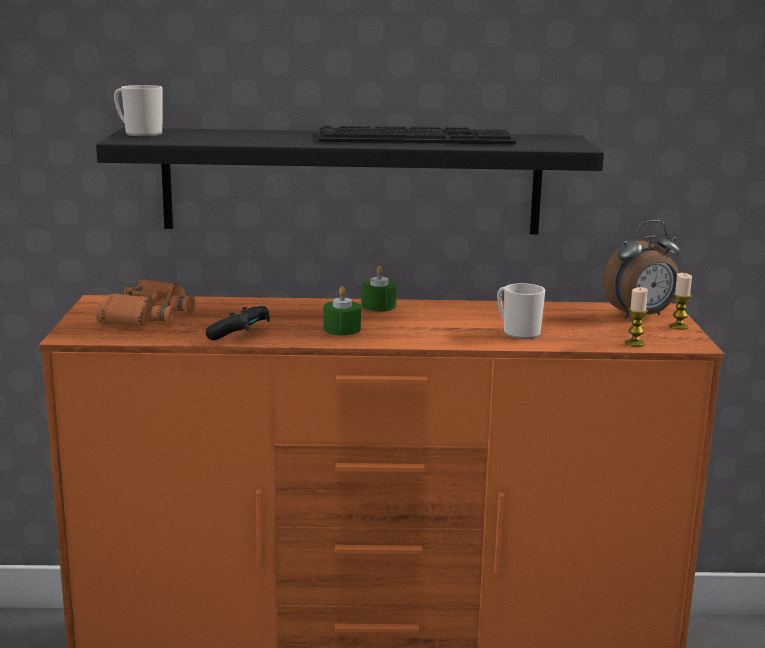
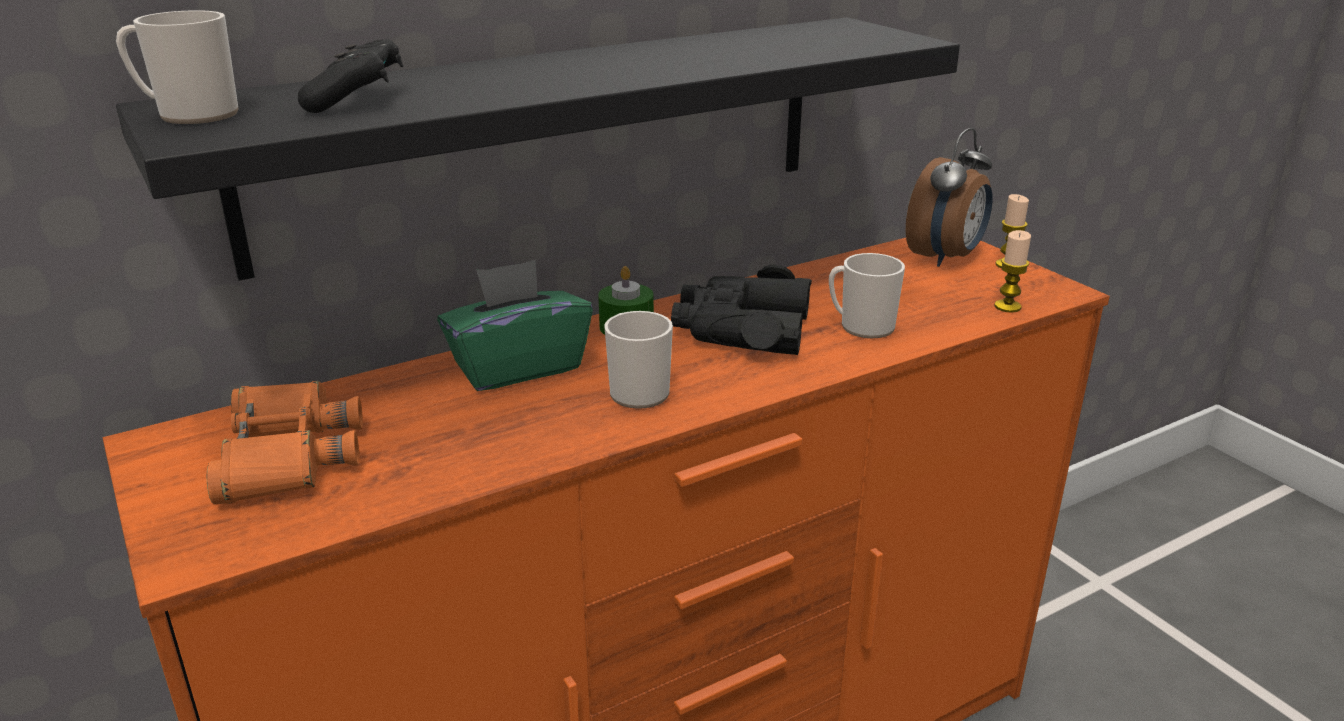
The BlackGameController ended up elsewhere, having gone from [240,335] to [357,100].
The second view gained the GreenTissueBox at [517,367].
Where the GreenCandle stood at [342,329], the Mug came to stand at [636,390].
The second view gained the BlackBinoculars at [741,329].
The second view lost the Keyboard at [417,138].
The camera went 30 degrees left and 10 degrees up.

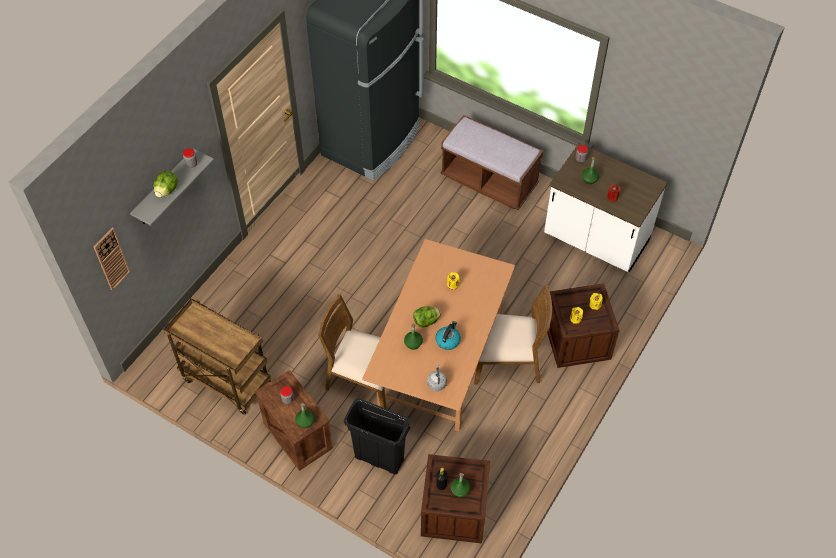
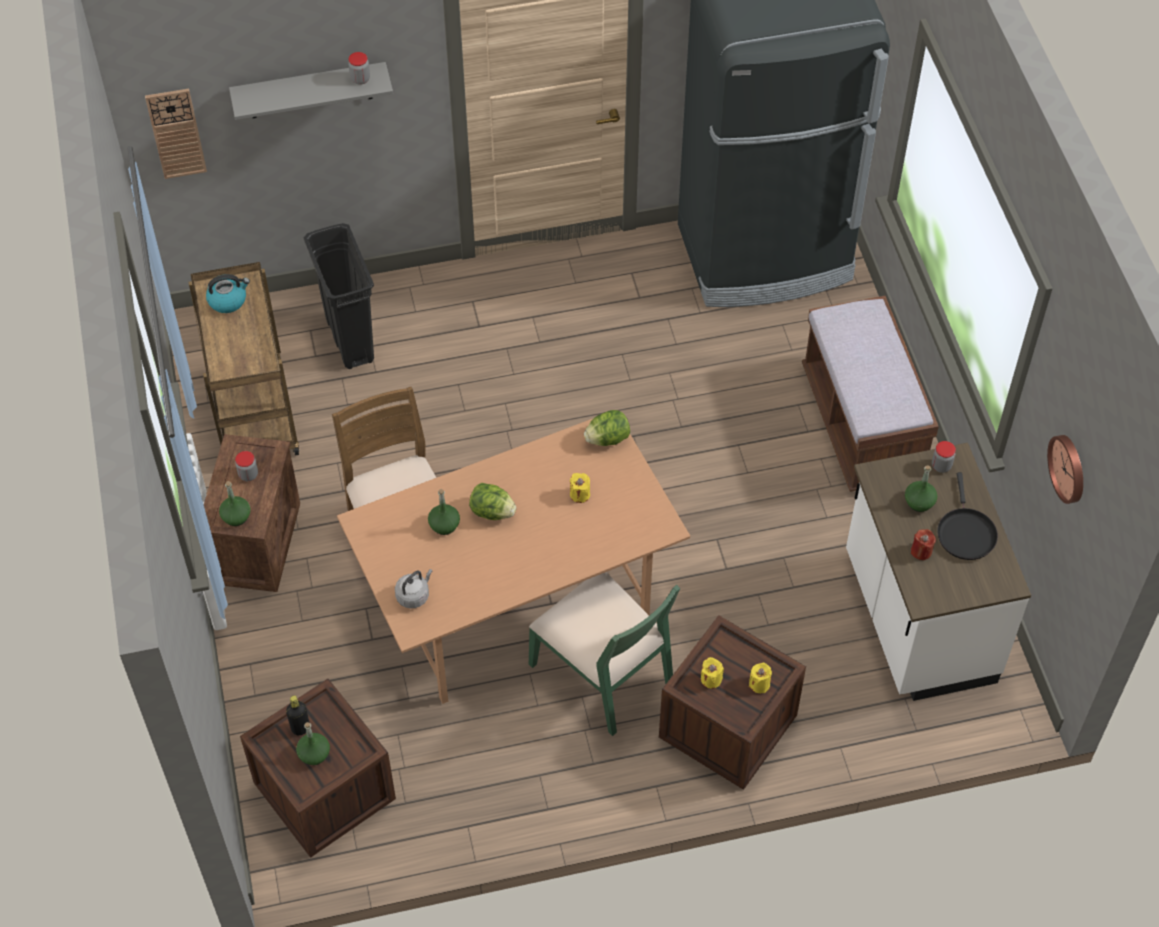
The Kettle ended up elsewhere, having gone from [448,340] to [228,300].
The BlackTrashCan ended up elsewhere, having gone from [379,458] to [349,340].
What was the BrownChair at [507,361] turned into the GreenChair at [603,673].
The Lettuce ended up elsewhere, having gone from [167,190] to [608,439].
The second view gained the BlackFryingPan at [965,532].
The second view gained the WallClock at [1069,468].
The camera went 45 degrees right and 0 degrees up.

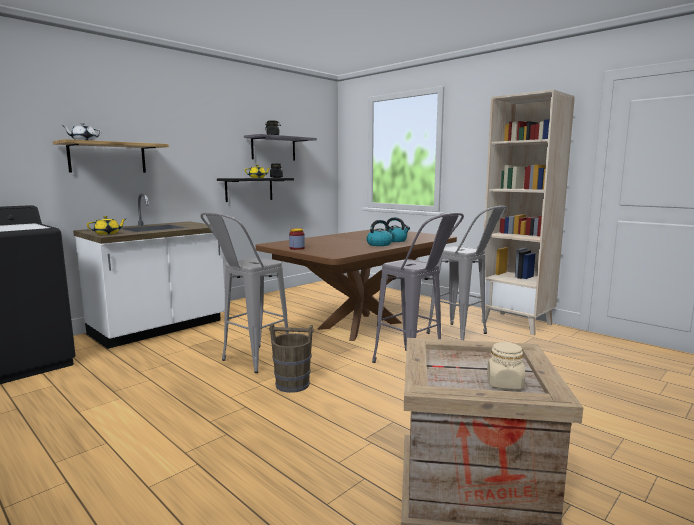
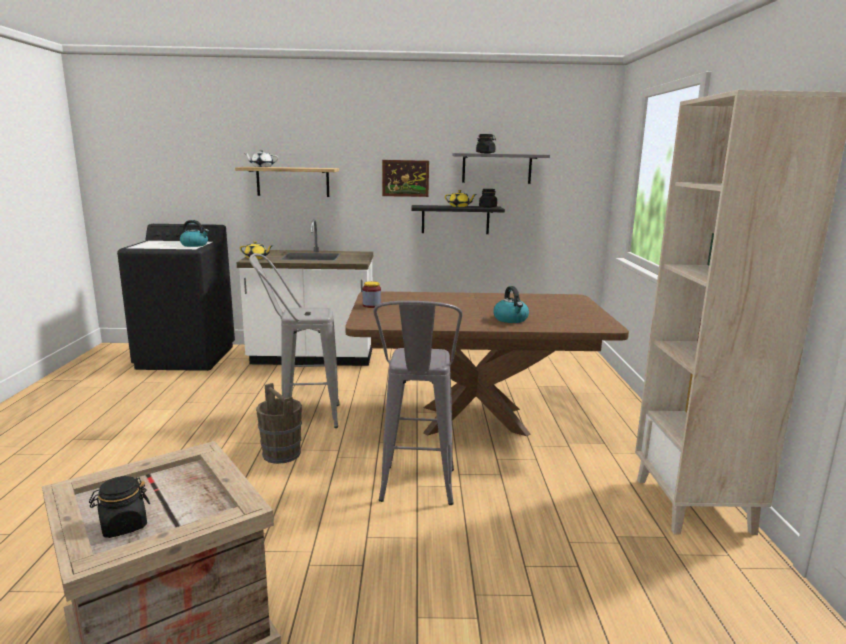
What was the BeigeJar at [505,384] turned into the BlackJar at [123,526].
The Kettle ended up elsewhere, having gone from [379,244] to [195,245].
The second view gained the Picture at [405,178].
The second view lost the GreyStool at [464,336].
The camera went 45 degrees right and 5 degrees up.

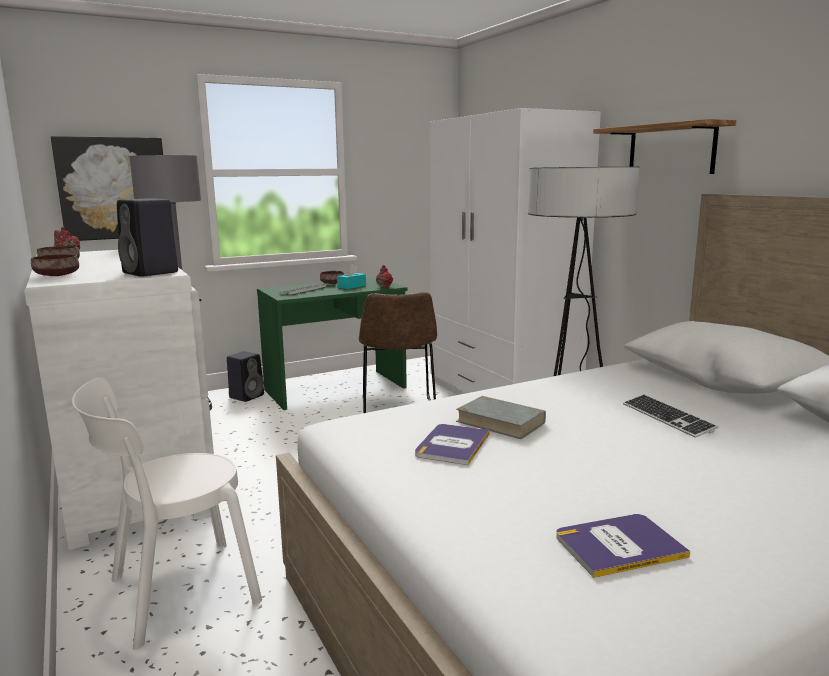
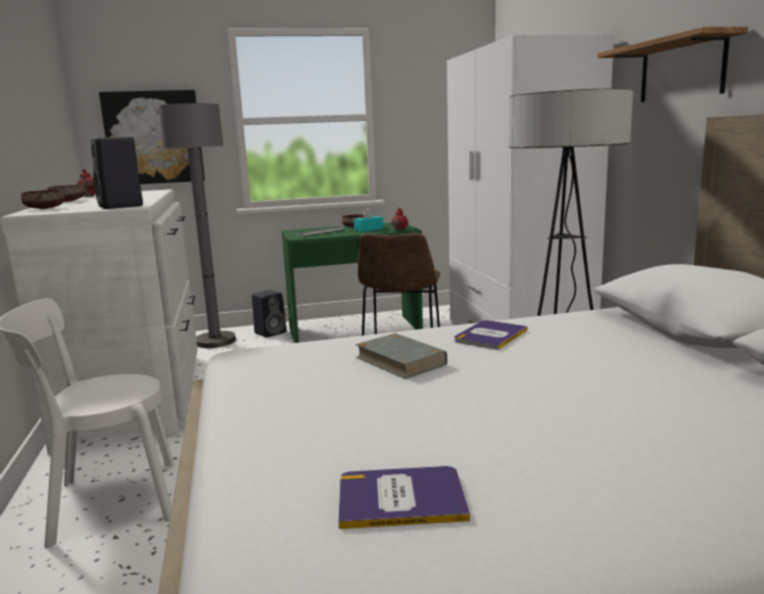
The Book ended up elsewhere, having gone from [452,445] to [490,336].
The second view lost the Keyboard at [667,418].
The camera went 15 degrees right and 0 degrees up.

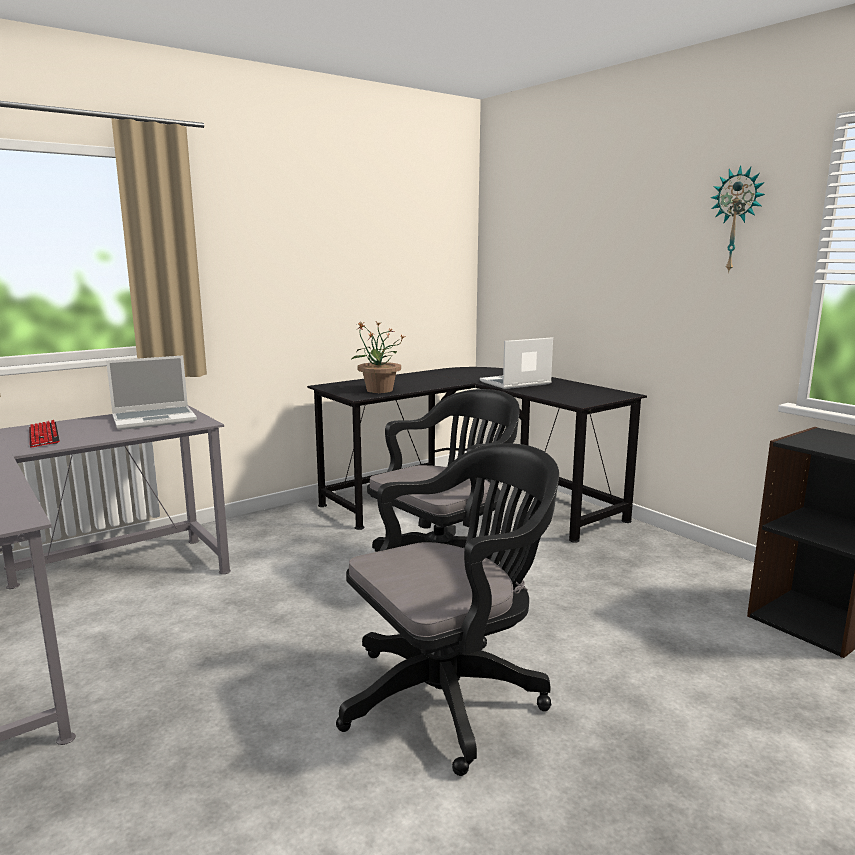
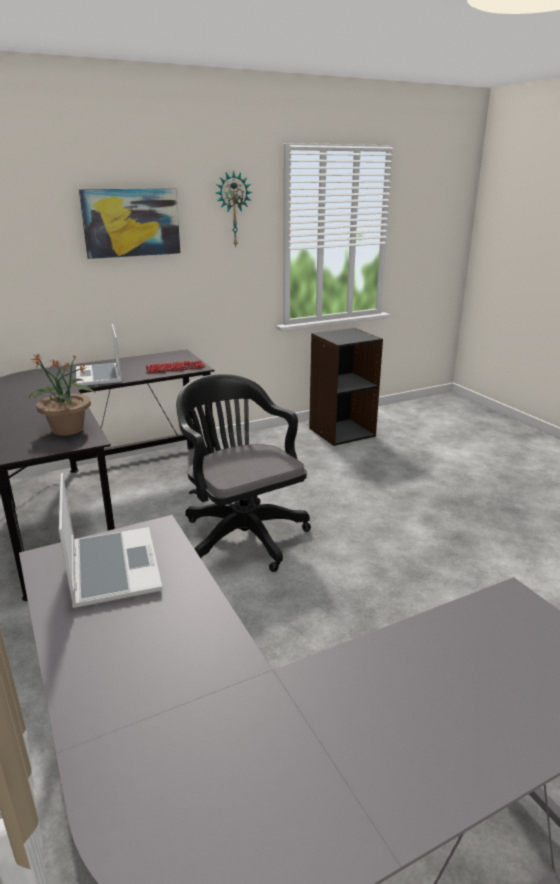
The second view gained the Picture at [131,222].
The Keyboard ended up elsewhere, having gone from [44,436] to [175,368].
The second view lost the BlackOfficeChair at [450,695].
The camera went 80 degrees left and 10 degrees up.

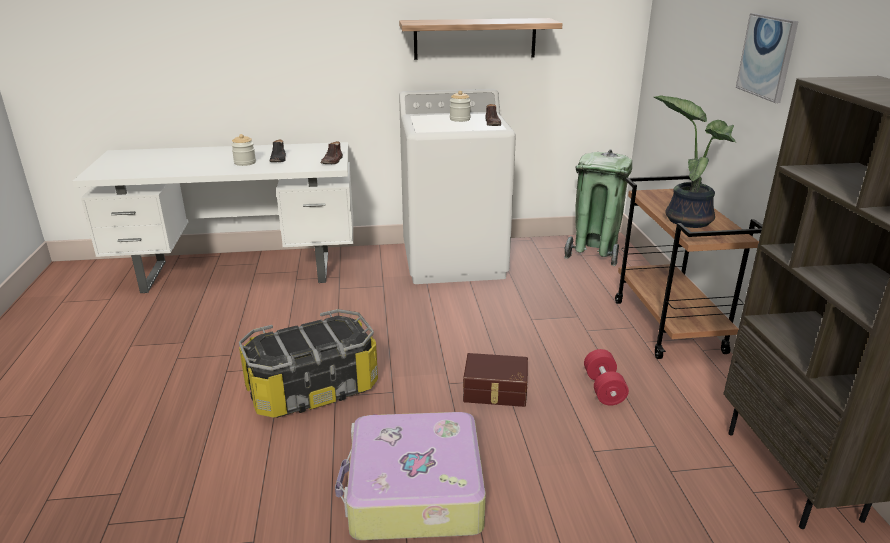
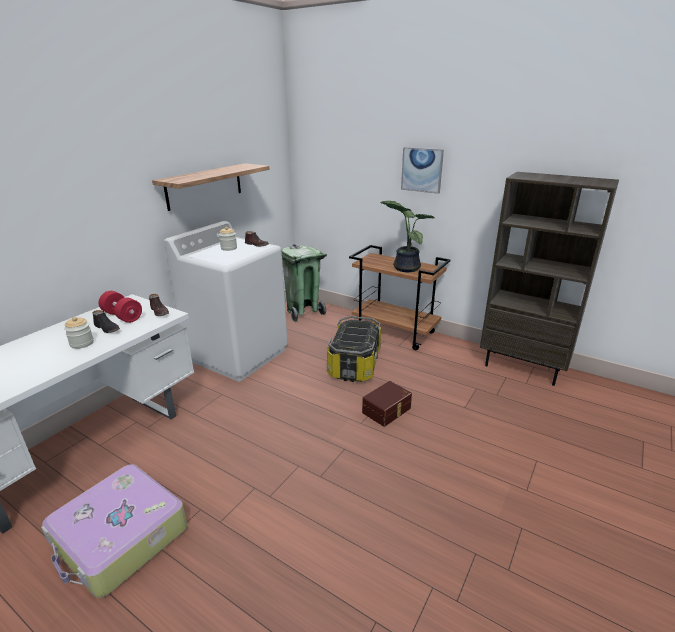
The Suitcase ended up elsewhere, having gone from [414,491] to [120,538].
The RedDumbbell ended up elsewhere, having gone from [603,389] to [122,316].
The StorageBox ended up elsewhere, having gone from [312,389] to [354,364].
The camera went 50 degrees left and 0 degrees up.

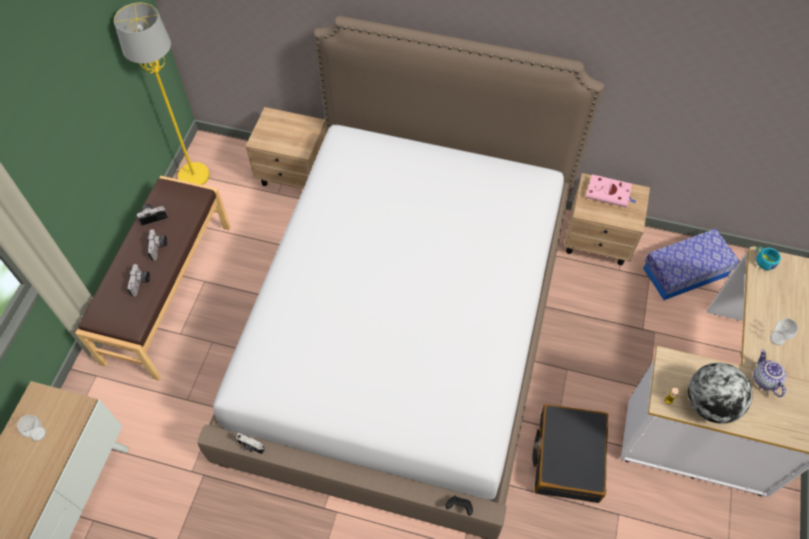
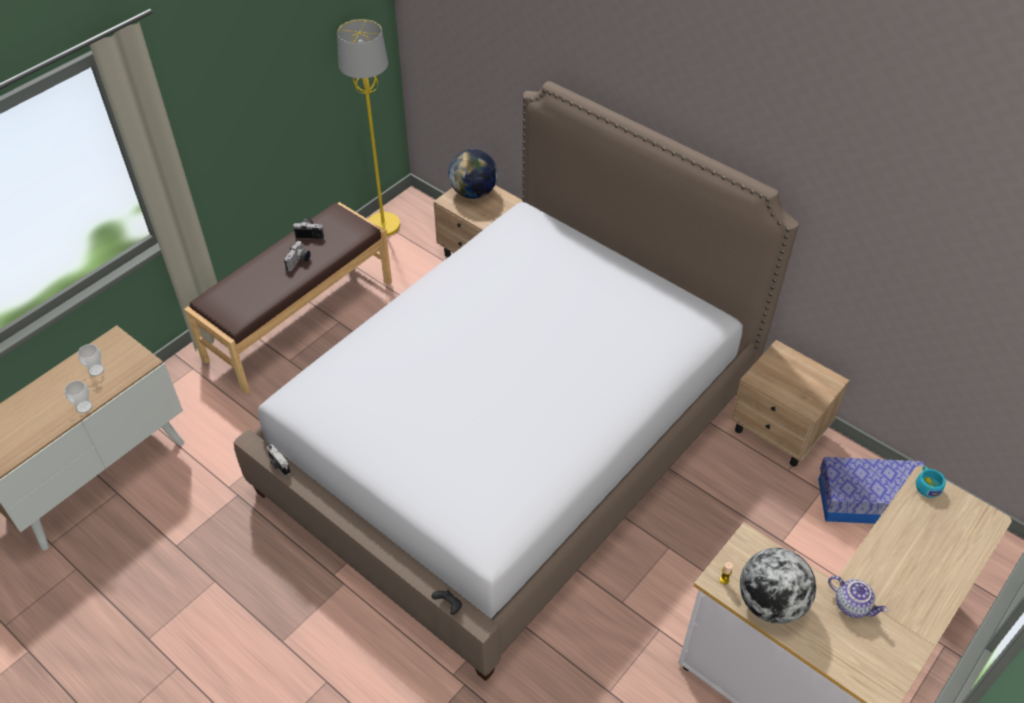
The Cup ended up elsewhere, having gone from [777,339] to [84,407].
The second view gained the Globe at [473,192].
The Teapot at [764,379] ended up facing another way, 120 degrees clockwise from before.
The second view lost the PhotoCamera at [141,283].
The second view lost the BlackSuitcase at [568,457].
The second view lost the PinkBook at [609,193].
The camera went 25 degrees right and 10 degrees down.

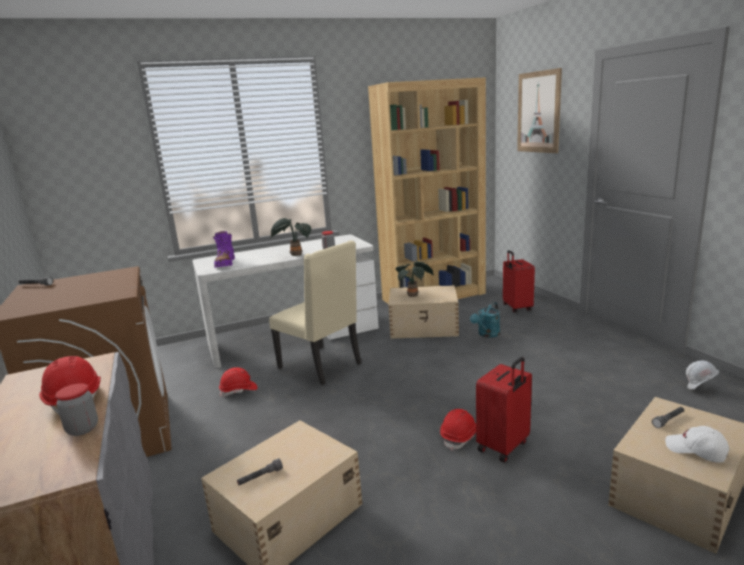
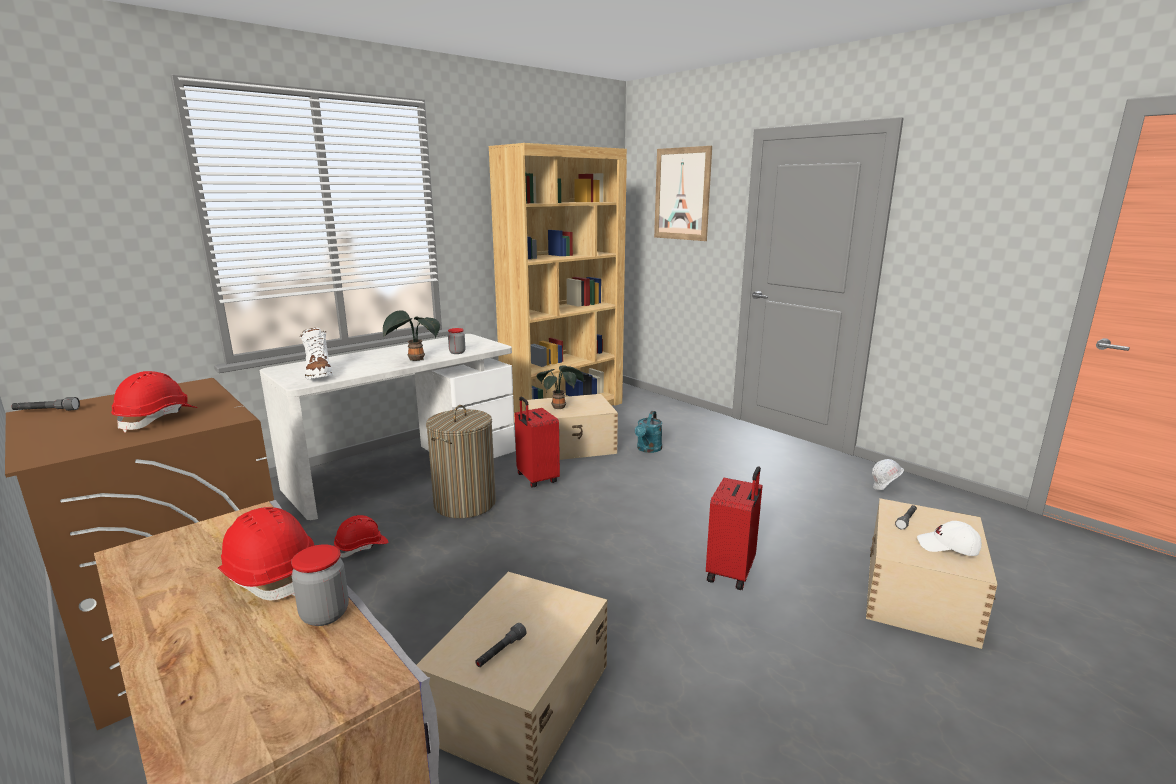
The RedHardHat ended up elsewhere, having gone from [460,437] to [158,418].
What was the PurpleBoot at [225,264] turned into the WhiteBoot at [319,374].
Where the BeigeChair stood at [322,366], the LaundryBasket came to stand at [465,503].
The RedSuitcase ended up elsewhere, having gone from [516,308] to [536,479].
The camera went 20 degrees left and 0 degrees up.

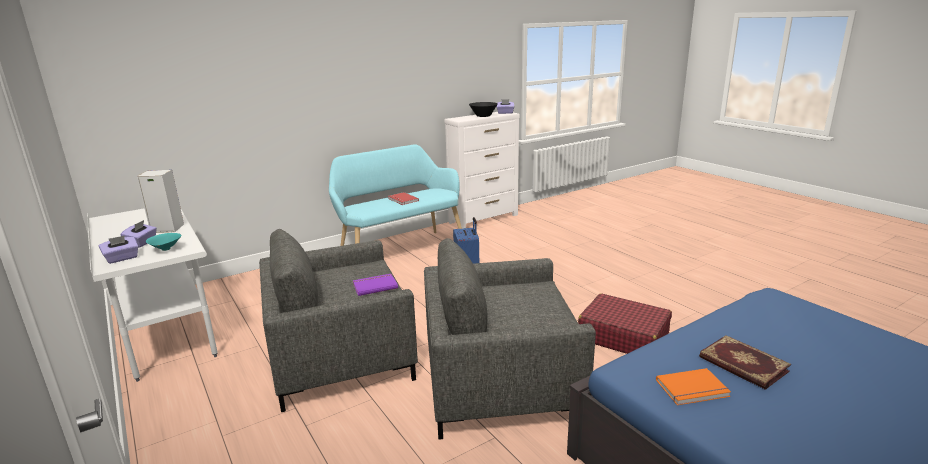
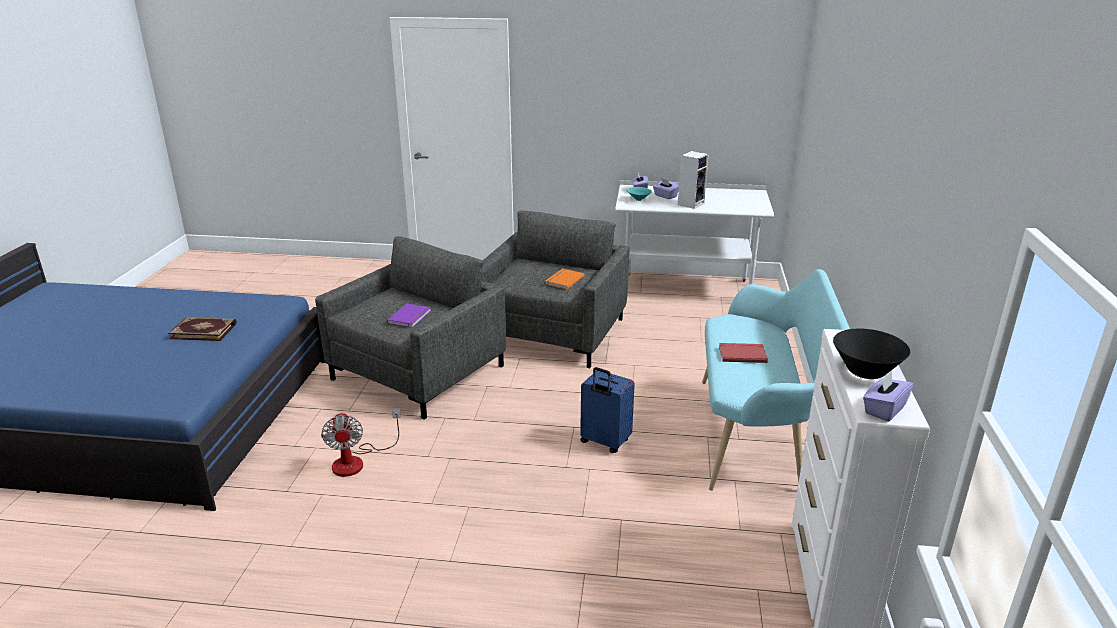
Where the RedSuitcase stood at [622,336], the Fan came to stand at [357,461].
The PurpleBook ended up elsewhere, having gone from [374,286] to [411,317].
The OrangeBook ended up elsewhere, having gone from [693,389] to [563,280].
The camera went 130 degrees right and 5 degrees up.

